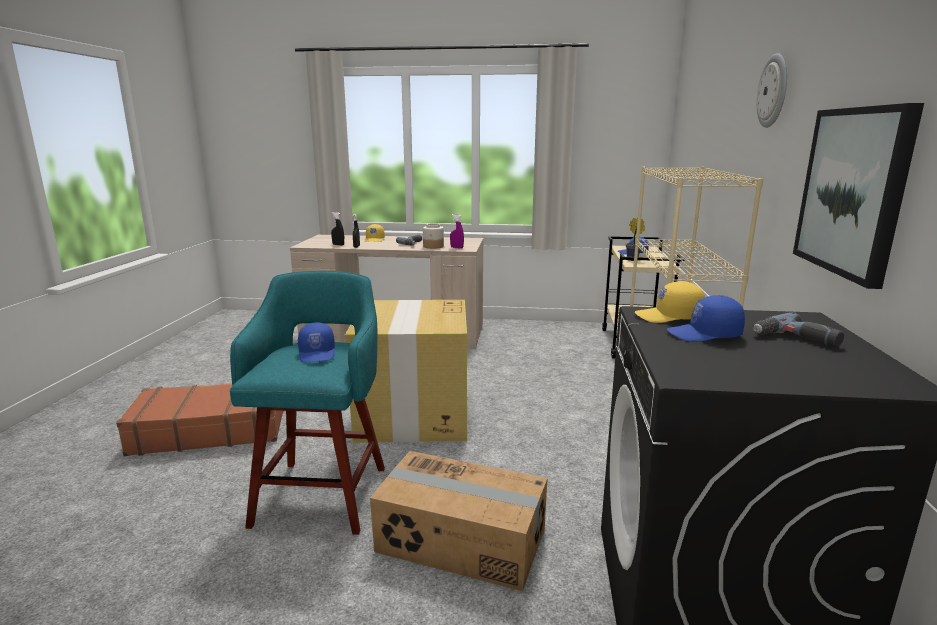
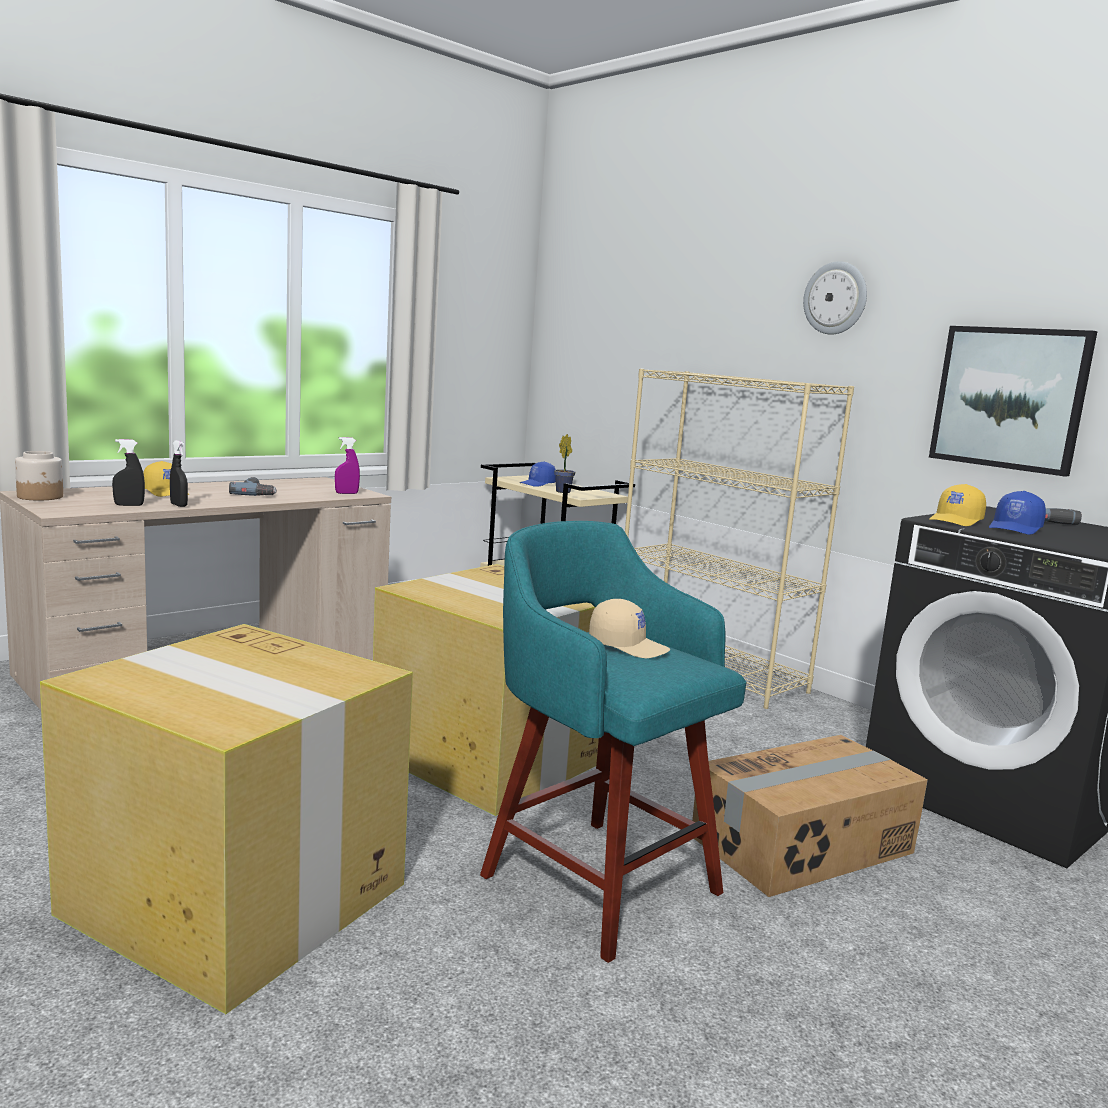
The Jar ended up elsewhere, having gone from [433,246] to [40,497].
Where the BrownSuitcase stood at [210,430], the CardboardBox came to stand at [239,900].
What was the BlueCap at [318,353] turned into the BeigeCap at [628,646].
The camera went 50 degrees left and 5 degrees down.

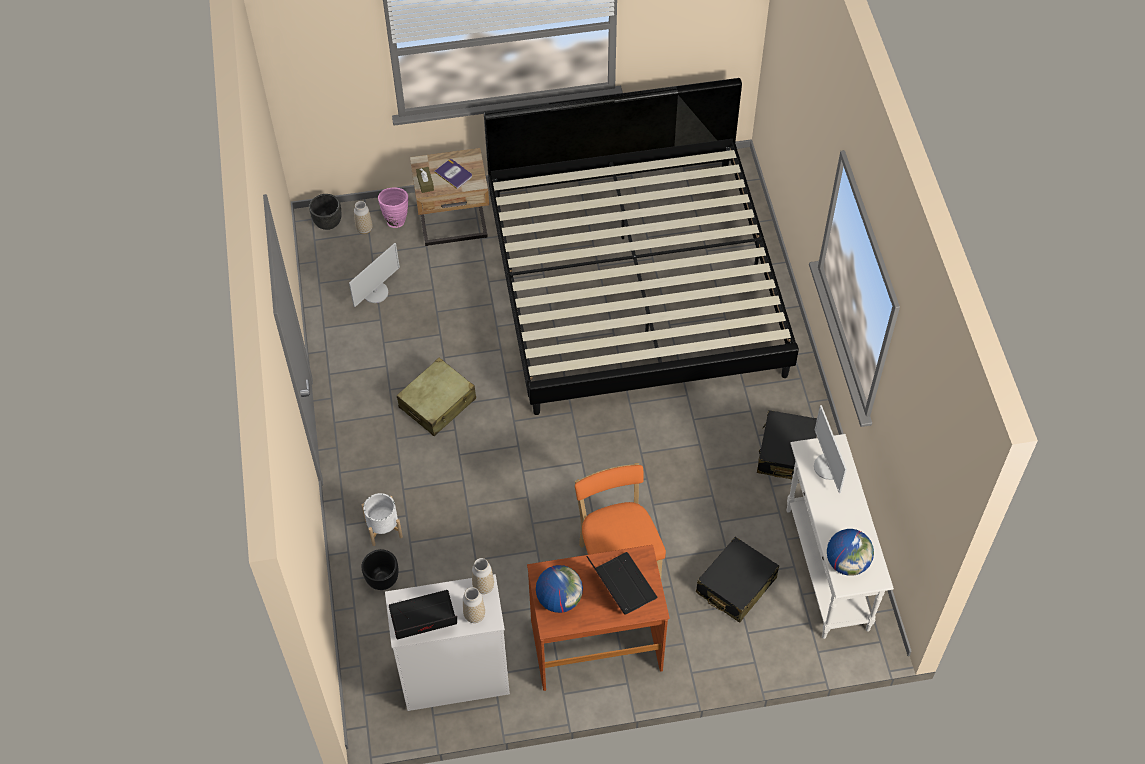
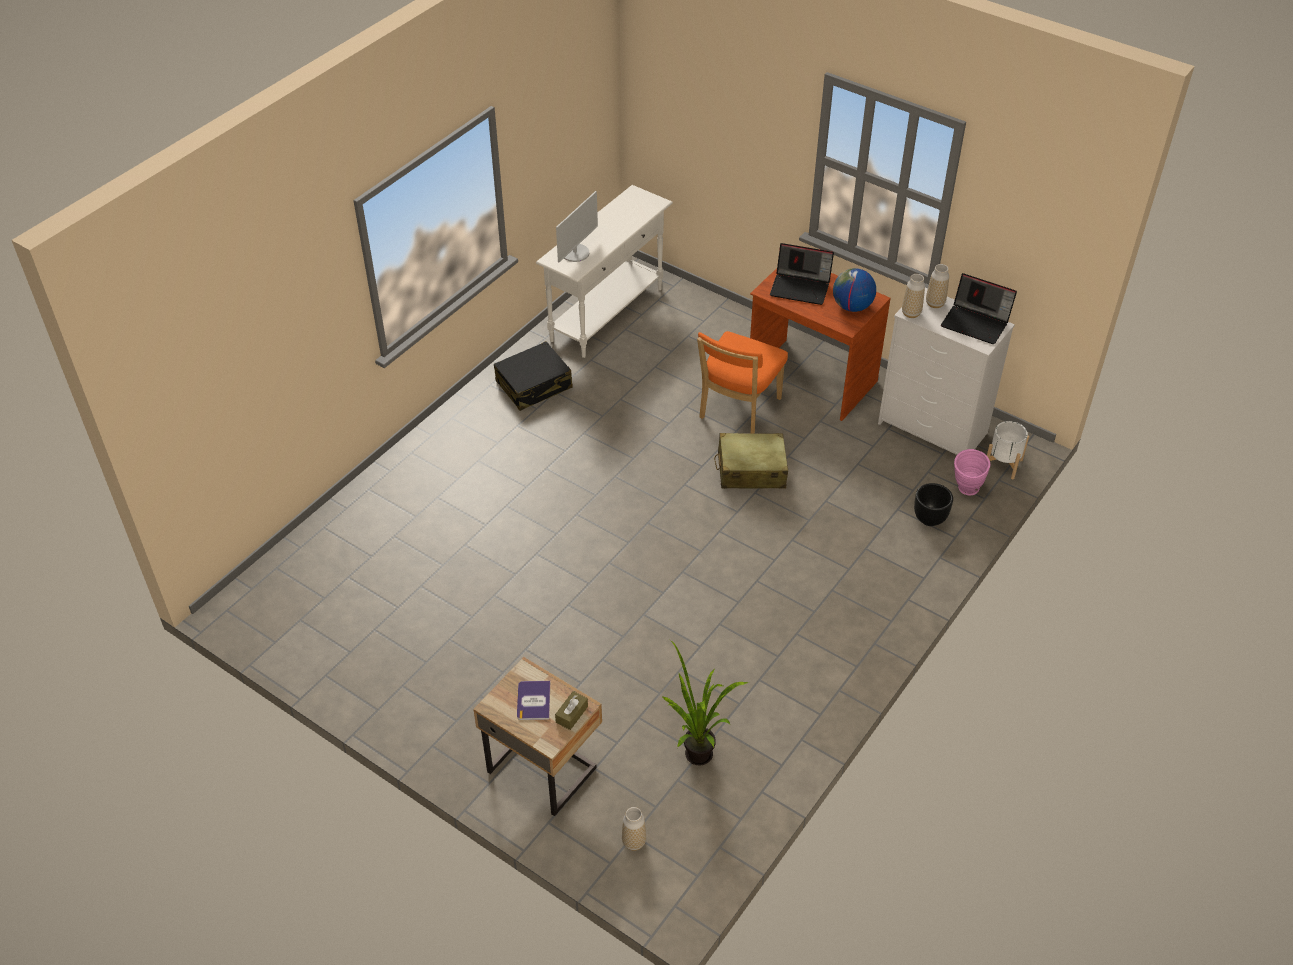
Where the Monitor stood at [375,292], the PottedPlant came to stand at [695,760].
The BeigeSuitcase ended up elsewhere, having gone from [438,403] to [751,470].
The Laptop at [620,585] ended up facing another way, 90 degrees counterclockwise from before.
The PinkVase ended up elsewhere, having gone from [395,219] to [966,491].
The WhitePlanter ended up elsewhere, having gone from [384,528] to [1002,464].
The second view lost the BlackPlanter at [328,223].
The second view lost the Bed at [635,284].
The second view lost the BlackSuitcase at [735,585].
The second view lost the Globe at [847,562].
The camera went 135 degrees left and 10 degrees down.

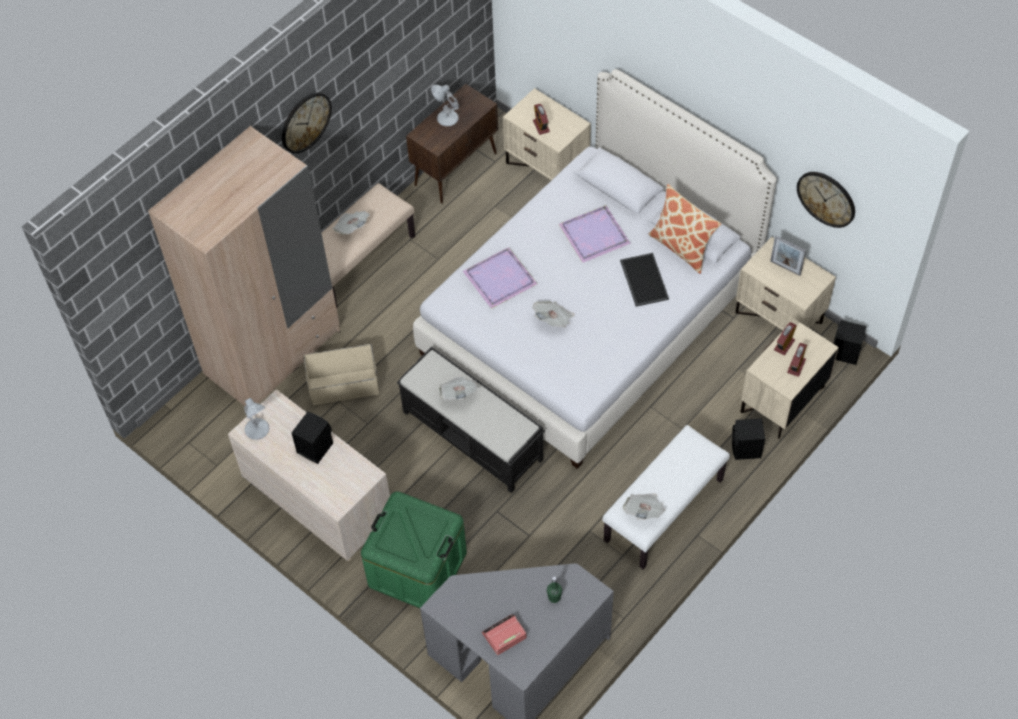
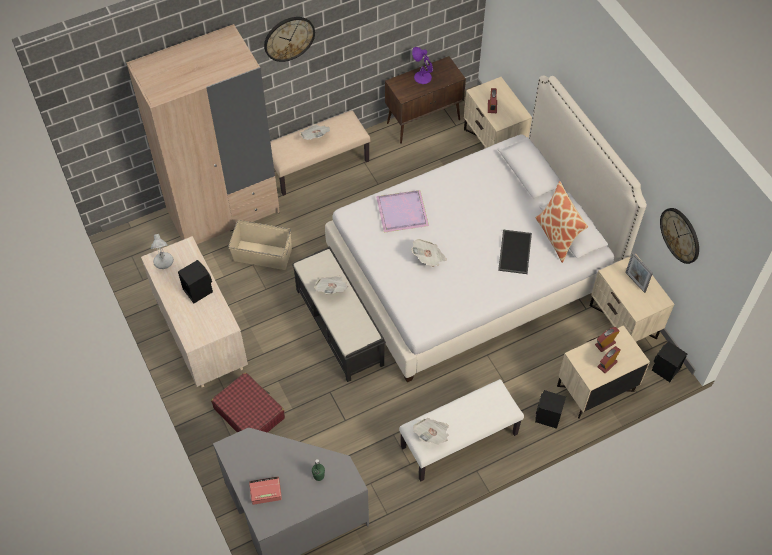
Where the GreenStorageBox stood at [417,568], the RedSuitcase came to stand at [249,413].
What was the WhiteTableLamp at [446,118] turned into the PurpleTableLamp at [421,77].
The second view lost the PurpleTray at [594,234].
The camera went 20 degrees right and 0 degrees up.

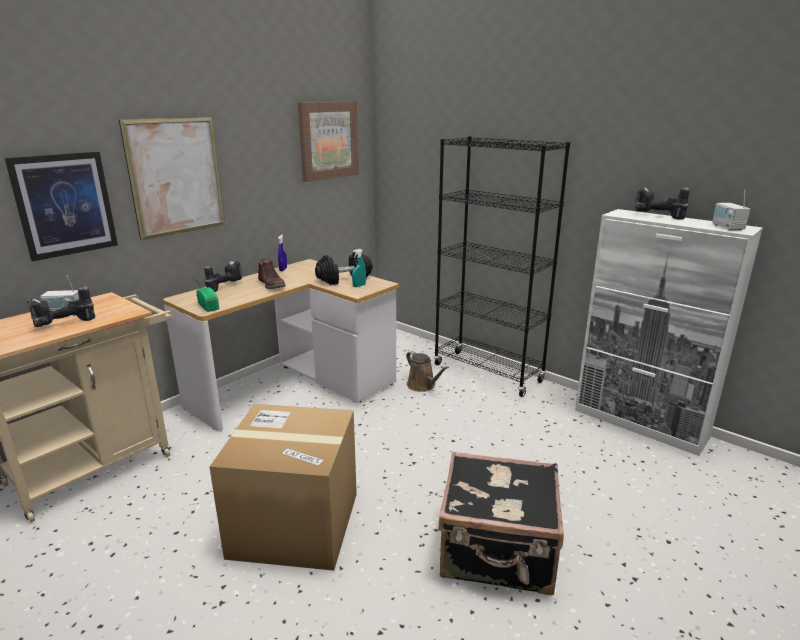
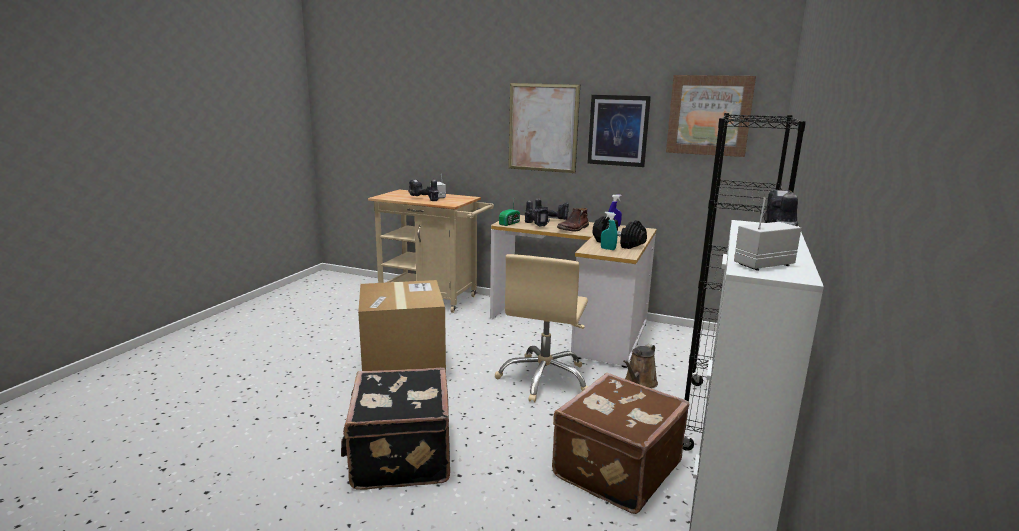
The second view gained the BeigeOfficeChair at [544,378].
The second view gained the PowerDrill at [536,225].
The second view gained the BrownSuitcase at [614,469].
The Picture ended up elsewhere, having gone from [65,205] to [618,130].
The camera went 70 degrees right and 5 degrees down.

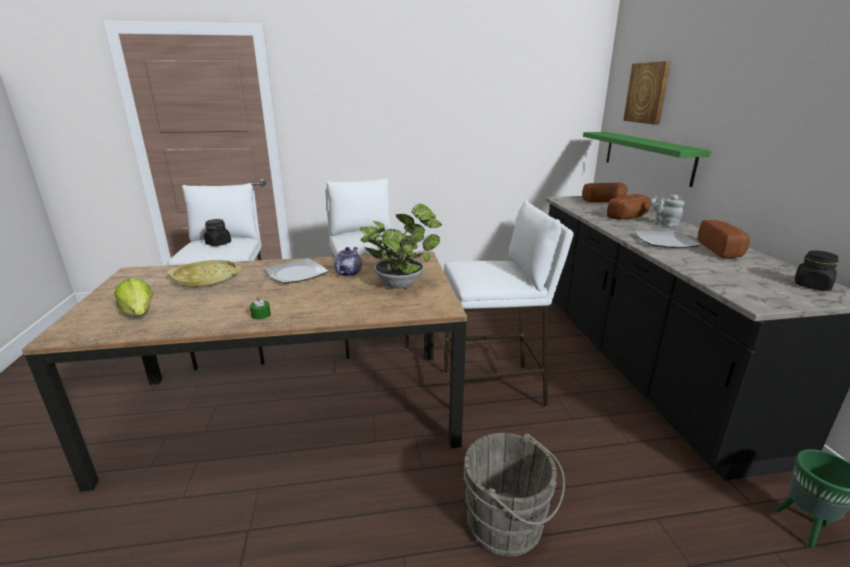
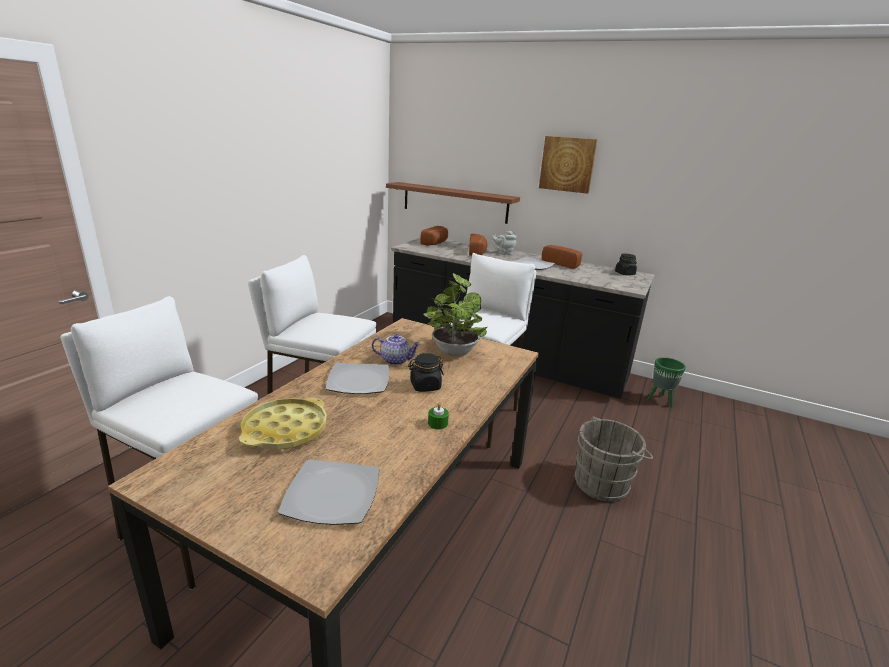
Where the Lettuce stood at [139,313], the Plate came to stand at [331,494].
The Teapot at [348,272] ended up facing another way, 135 degrees clockwise from before.
What was the GreenShelf at [646,156] turned into the BrownShelf at [454,202].
The BlackJar ended up elsewhere, having gone from [218,243] to [425,386].
The Picture ended up elsewhere, having gone from [647,93] to [567,164].
The camera went 55 degrees left and 0 degrees up.

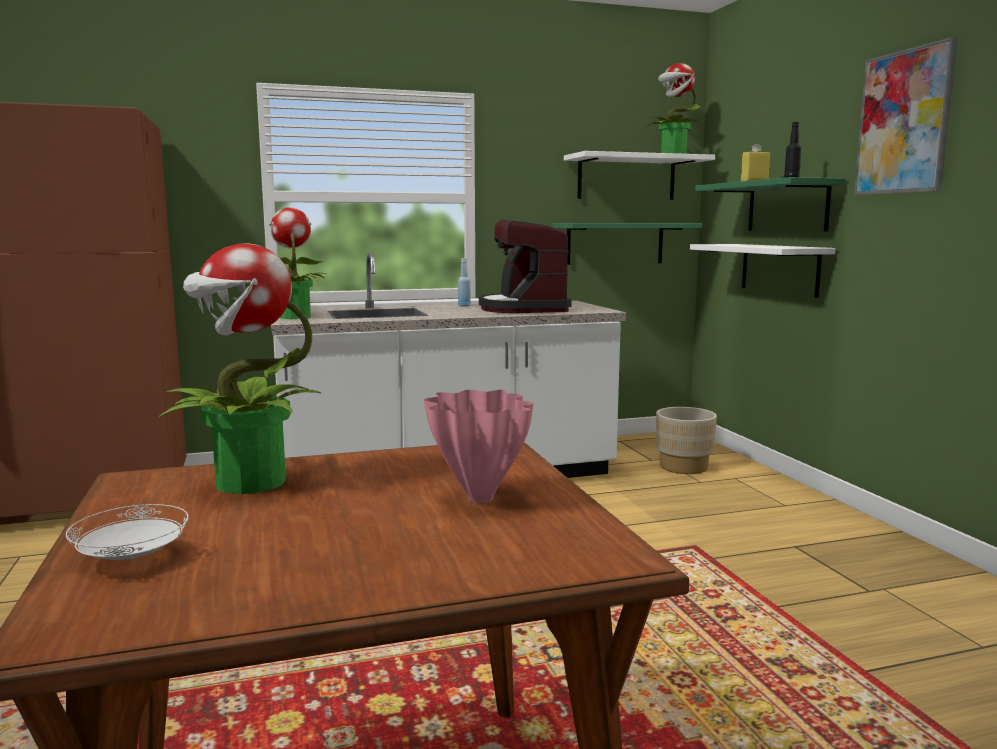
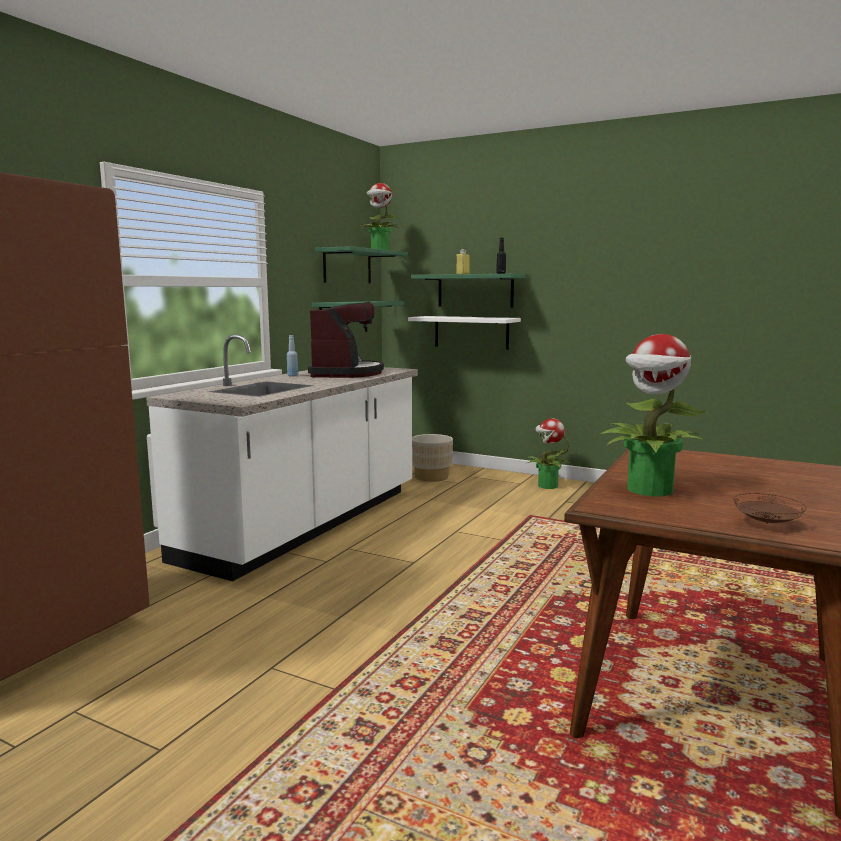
The CoffeeMachine at [523,309] ended up facing another way, 120 degrees counterclockwise from before.
What was the WhiteShelf at [626,178] turned into the GreenShelf at [347,266].
The PottedPlant ended up elsewhere, having gone from [294,317] to [547,486].
What was the WhitePlate at [131,559] turned into the BrownPlate at [766,524].
The second view lost the PinkVase at [478,498].
The second view lost the Picture at [904,122].
The camera went 45 degrees left and 0 degrees up.

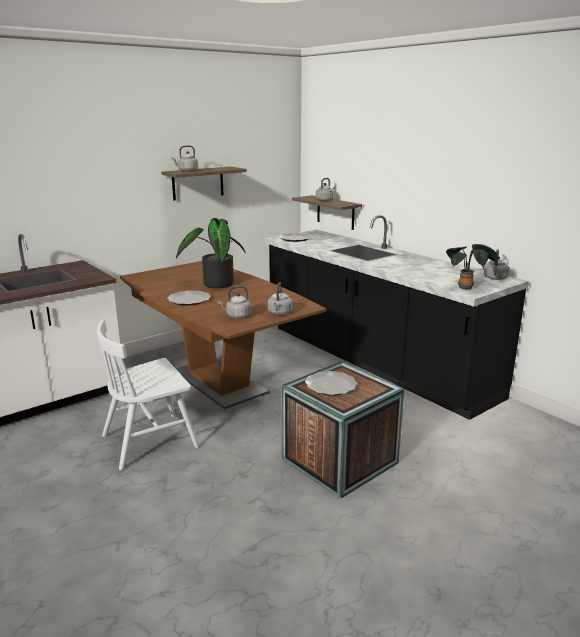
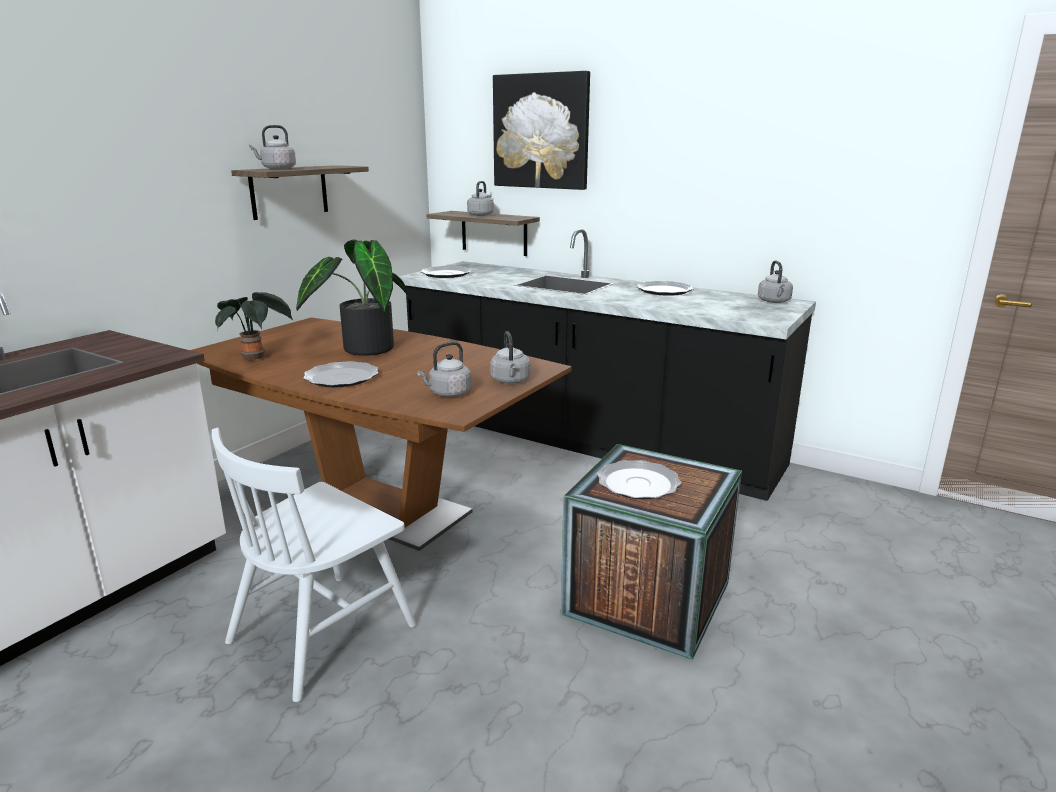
The PottedPlant ended up elsewhere, having gone from [467,288] to [256,358].
The second view gained the Picture at [541,131].
The second view gained the Plate at [664,290].
The camera went 20 degrees left and 0 degrees up.

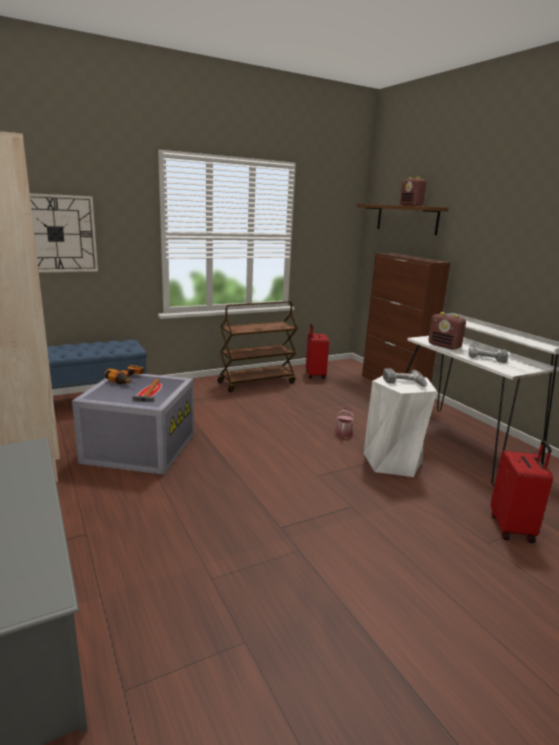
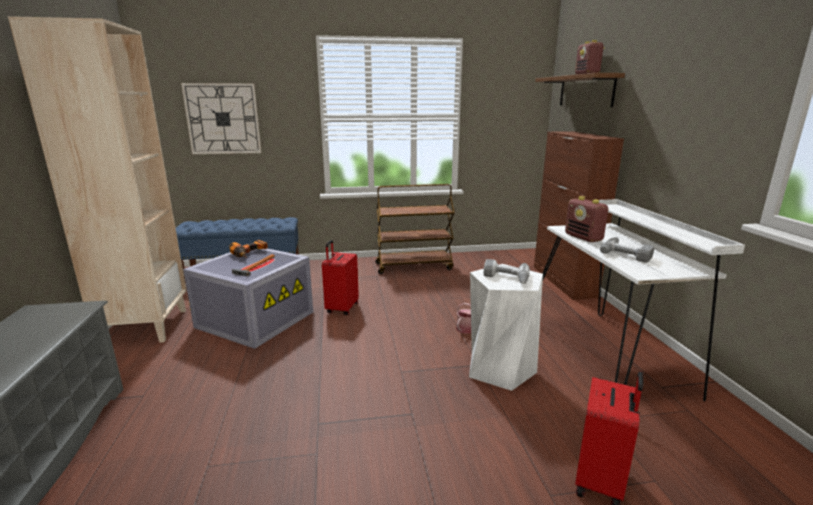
The RedSuitcase ended up elsewhere, having gone from [314,375] to [341,308].
The camera went 20 degrees right and 0 degrees up.

